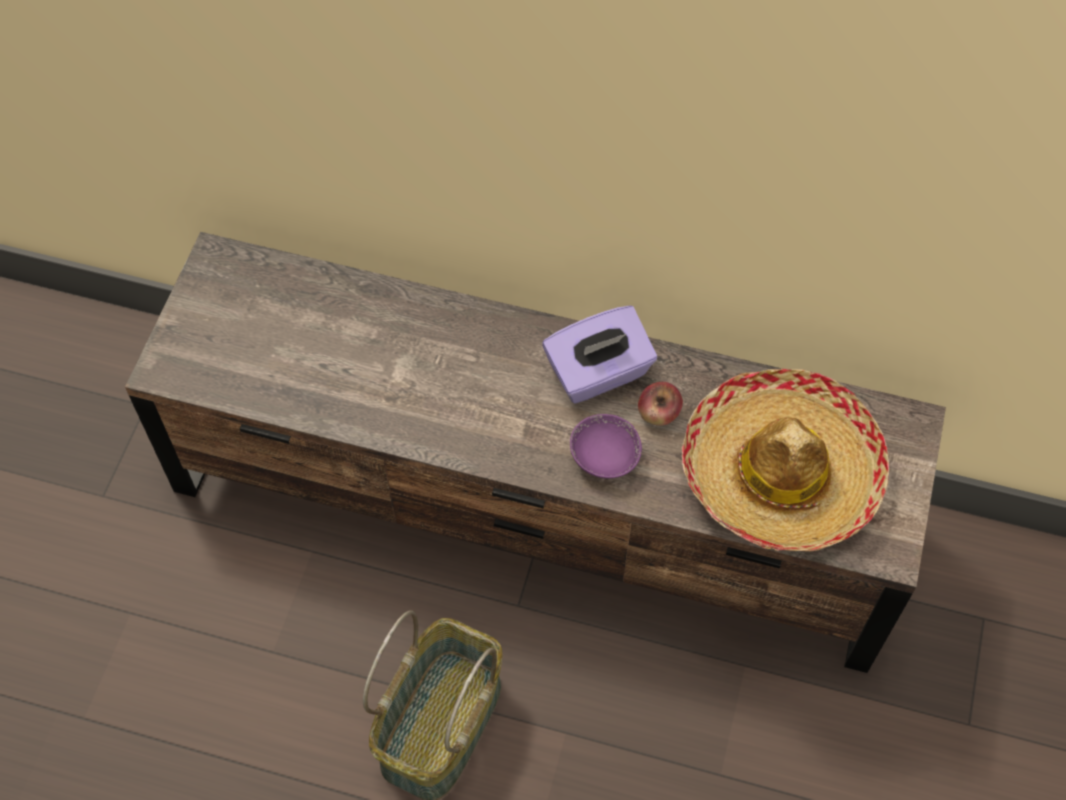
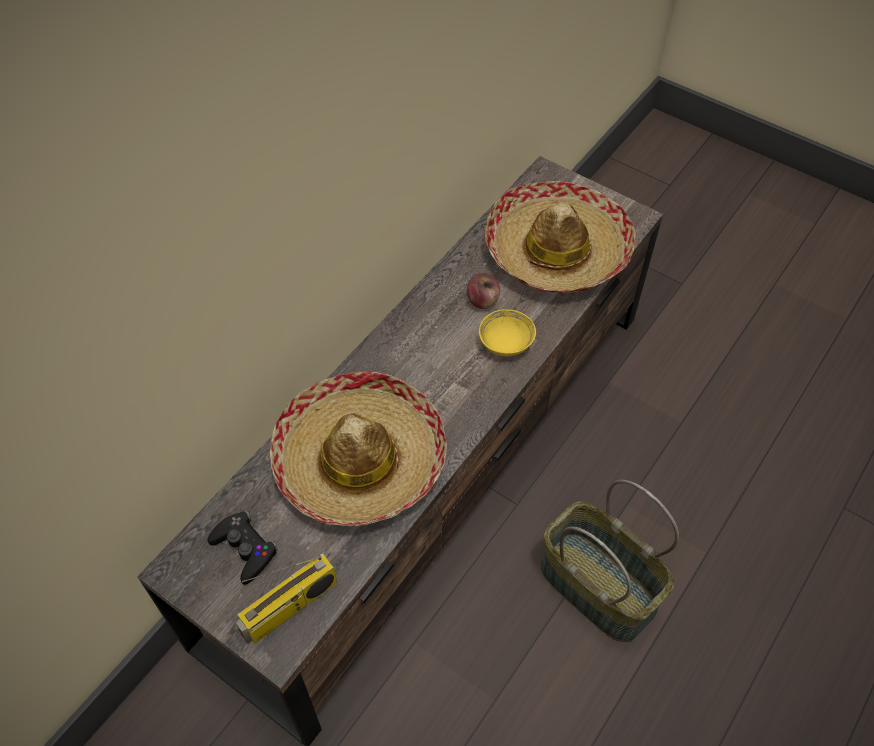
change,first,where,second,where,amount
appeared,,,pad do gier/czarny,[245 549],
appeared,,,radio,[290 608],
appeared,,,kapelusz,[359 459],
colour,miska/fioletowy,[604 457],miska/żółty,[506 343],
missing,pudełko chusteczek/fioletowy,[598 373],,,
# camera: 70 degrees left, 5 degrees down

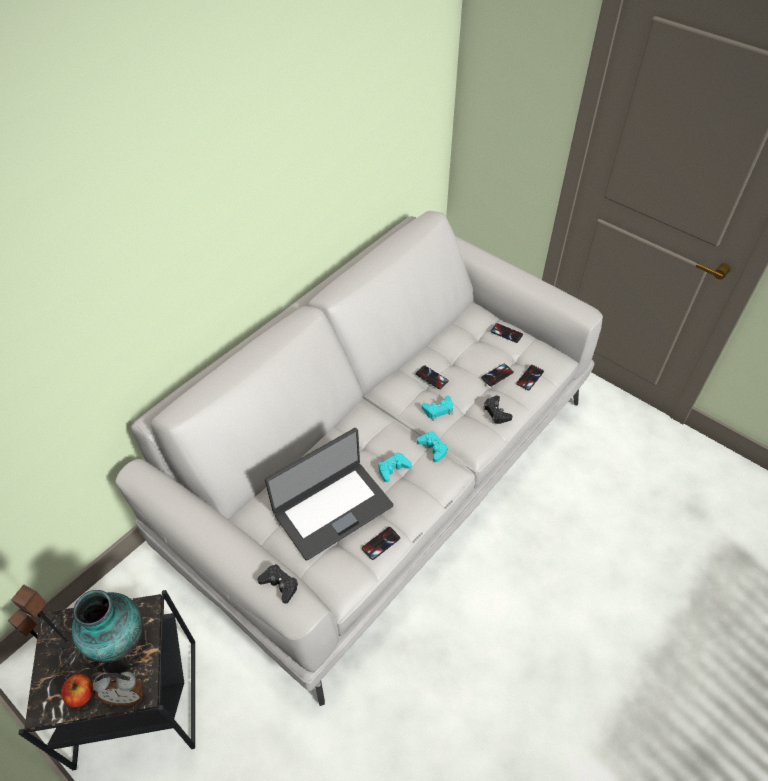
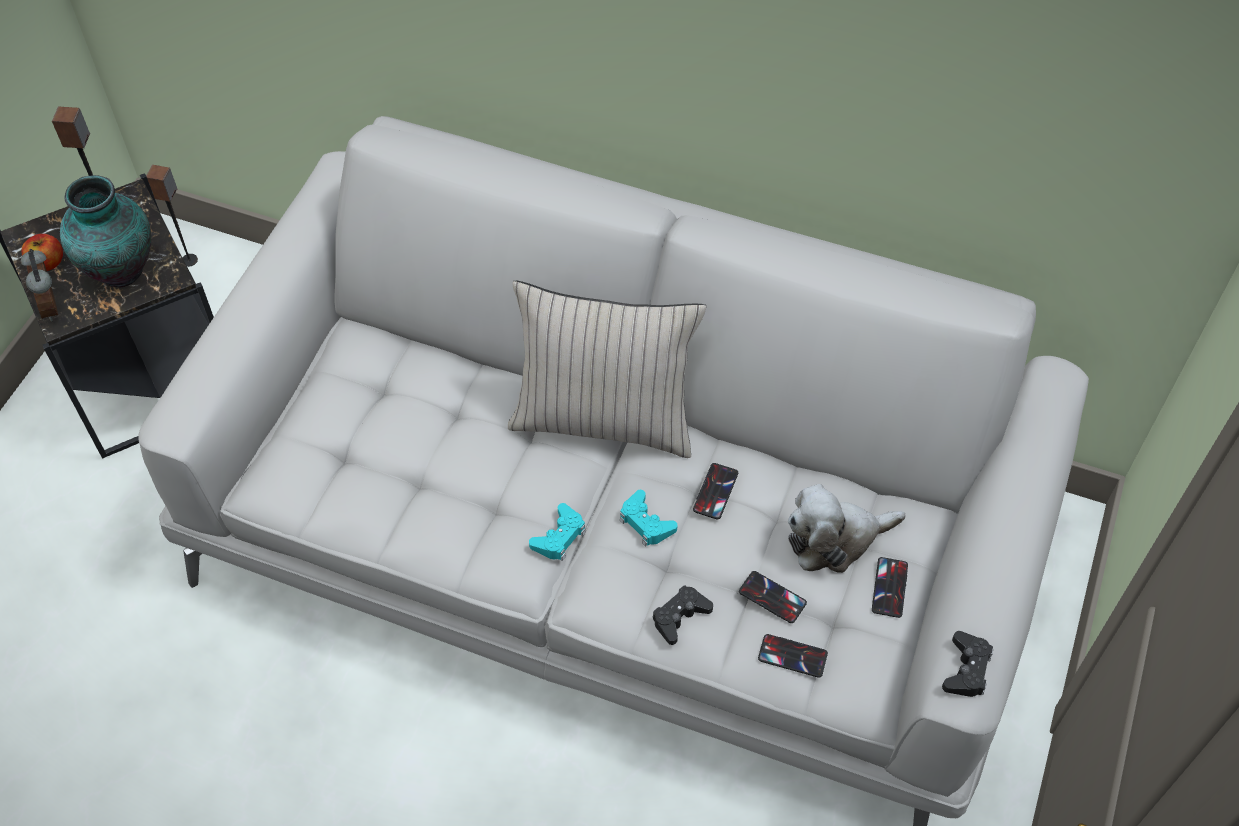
change,first,where,second,where,amount
appeared,,,poduszka/beżowy,[604 419],
appeared,,,pluszak,[835 539],
relocated,pad do gier/czarny,[280 585],,[966 669],
missing,laptop,[332 508],,,
missing,telefon,[381 543],,,
missing,pad do gier/turkusowy,[393 469],,,
# camera: 70 degrees right, 5 degrees up

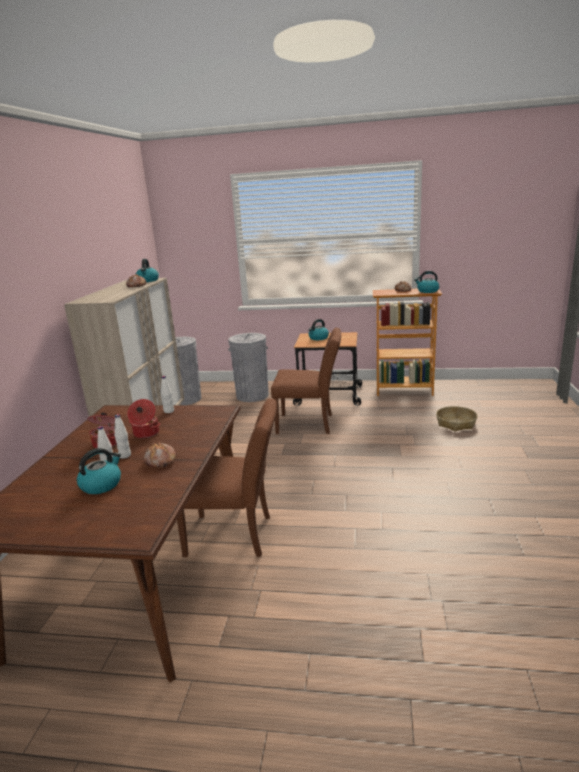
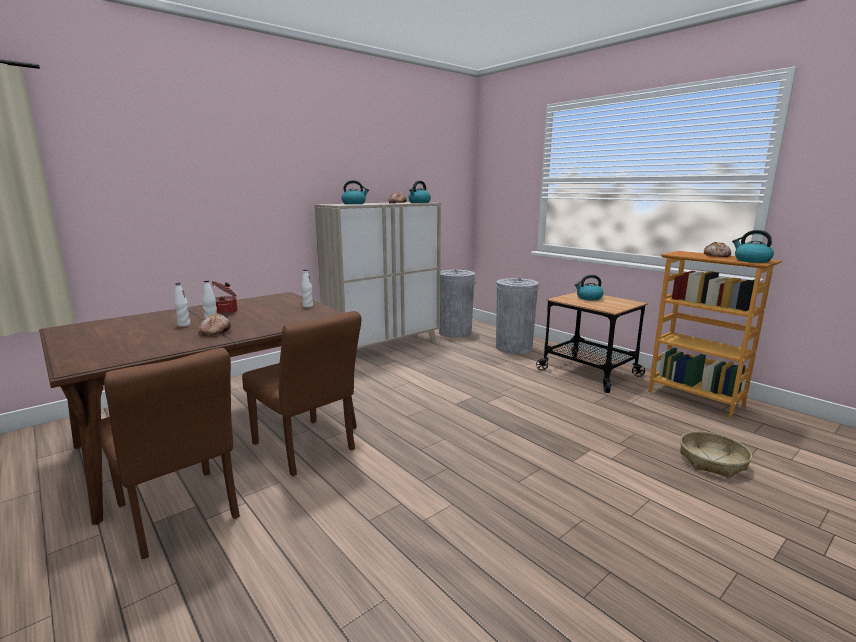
change,first,where,second,where,amount
relocated,krzesło/brązowy,[310 424],,[181 516],
relocated,czajnik,[101 485],,[354 204],
missing,garnek,[146 434],,,
# camera: 40 degrees right, 5 degrees down

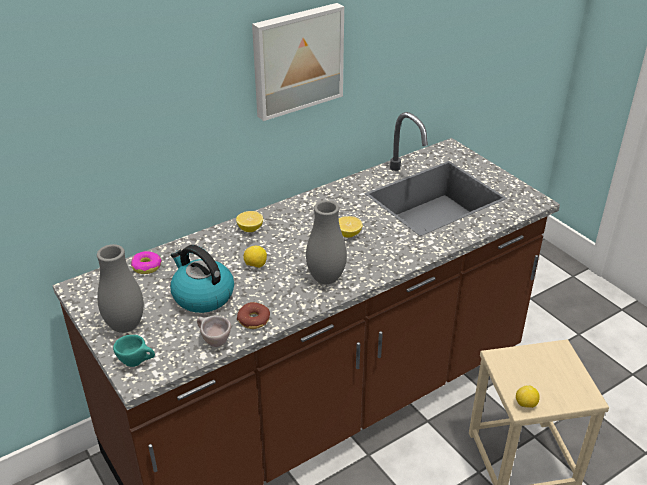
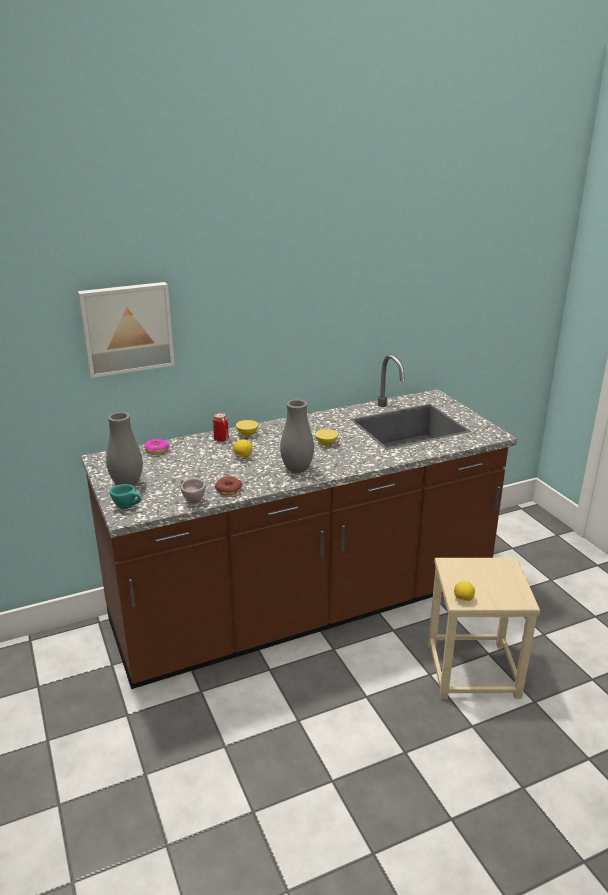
change,first,where,second,where,amount
relocated,obraz,[296 60],,[127 328],
appeared,,,puszka,[221 439],
missing,czajnik,[202 296],,,
# camera: 10 degrees right, 10 degrees down

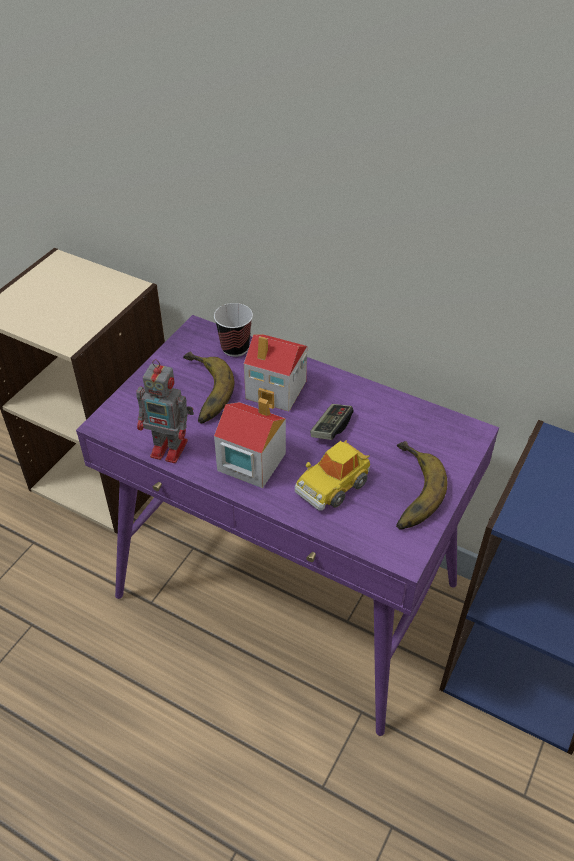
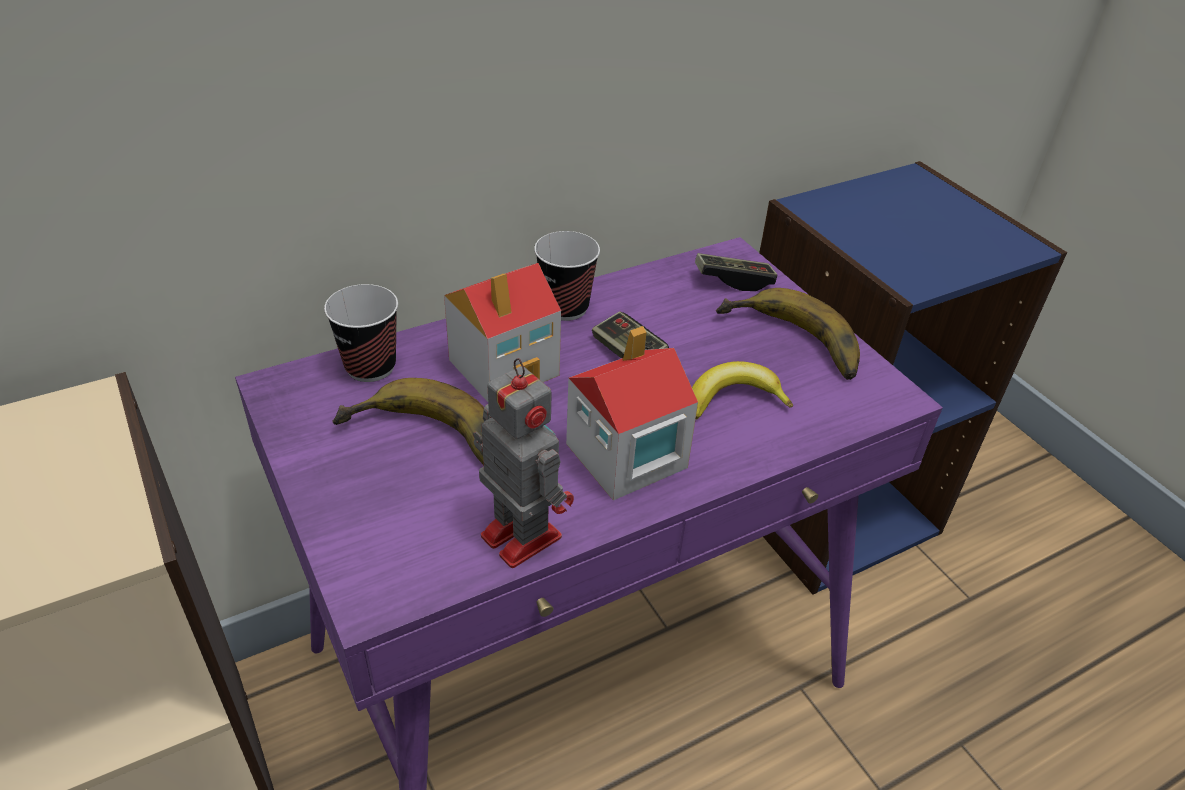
change,first,where,second,where,amount
spun,robot zabawkowy,[171 449],,[518 534],90 degrees counterclockwise
appeared,,,filiżanka,[565 307],
exchanged,samochodzik,[333 485],banan,[733 399],
appeared,,,pad do gier,[733 280],
# camera: 60 degrees left, 5 degrees down

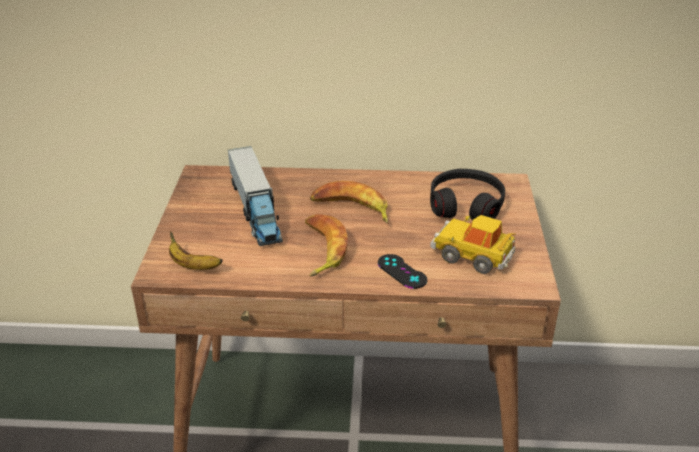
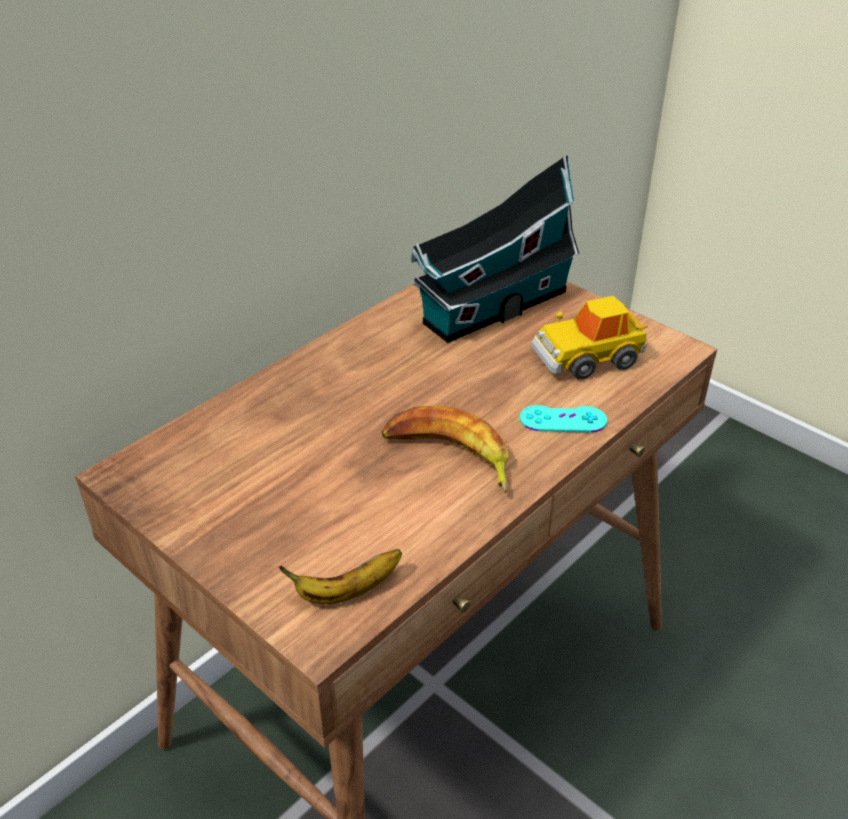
change,first,where,second,where,amount
exchanged,słuchawki/czarny,[466 205],domek,[491 309],
colour,pad do gier/czarny,[402 271],pad do gier/turkusowy,[563 419],
missing,ciężarówka zabawkowa,[255 210],,,
missing,banan,[351 209],,,
# camera: 50 degrees left, 5 degrees up

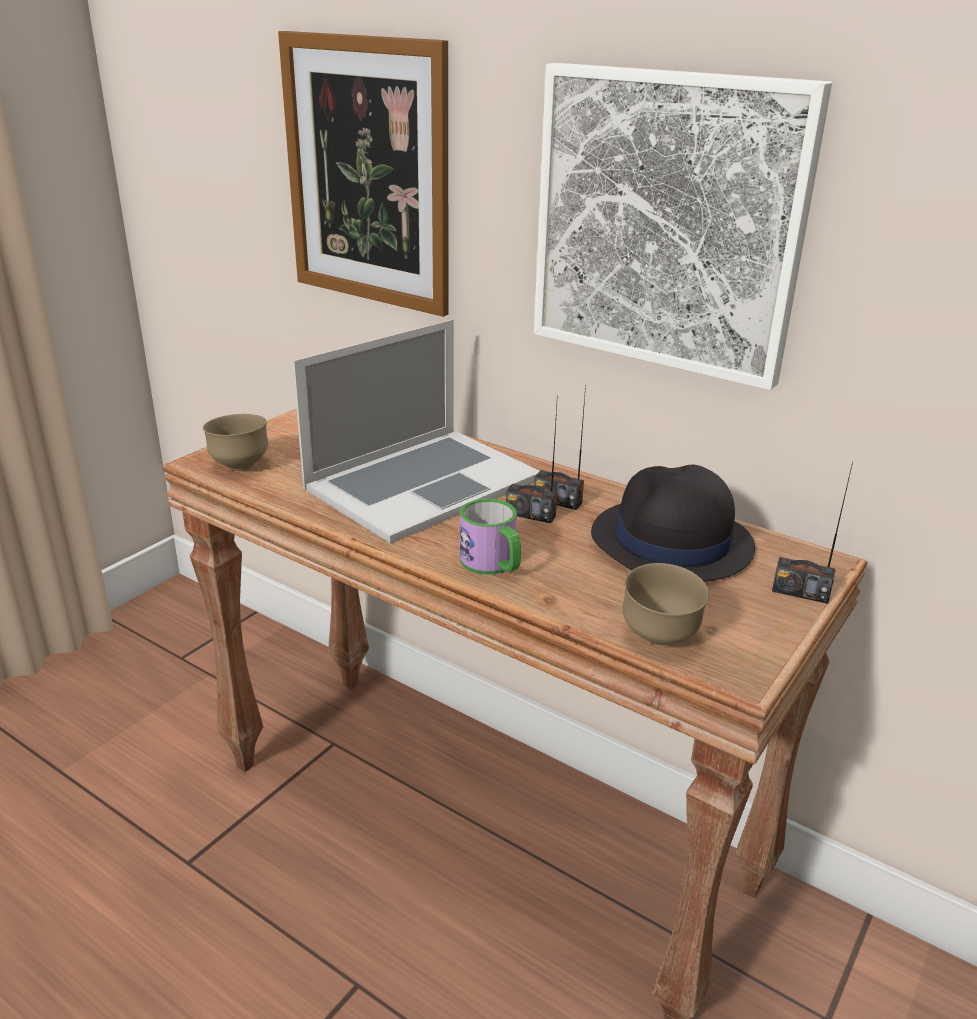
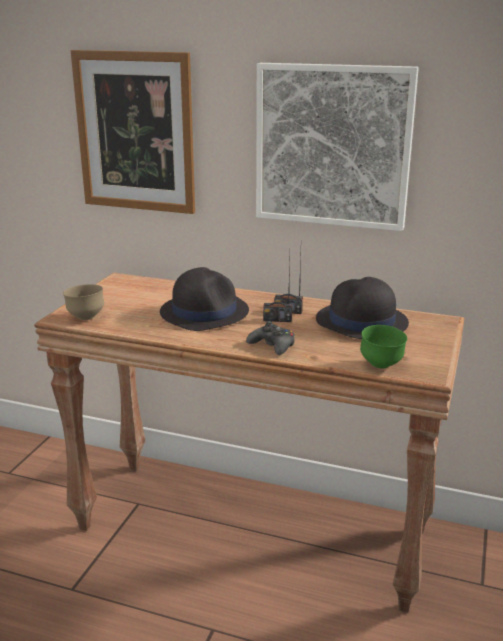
change,first,where,second,where,amount
exchanged,laptop,[422 483],kapelusz/czarny,[204 312],
exchanged,kubek,[493 564],pad do gier/czarny,[272 345],
colour,miska/brązowy,[659 638],miska/zielony,[381 365],
missing,radio,[800 592],,,
# camera: 15 degrees left, 5 degrees down

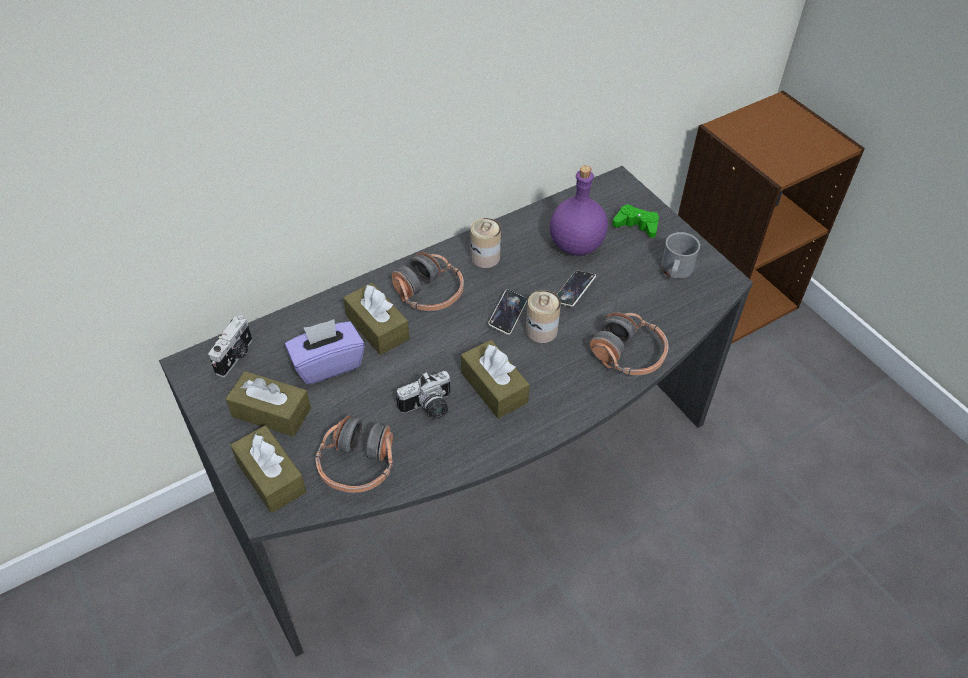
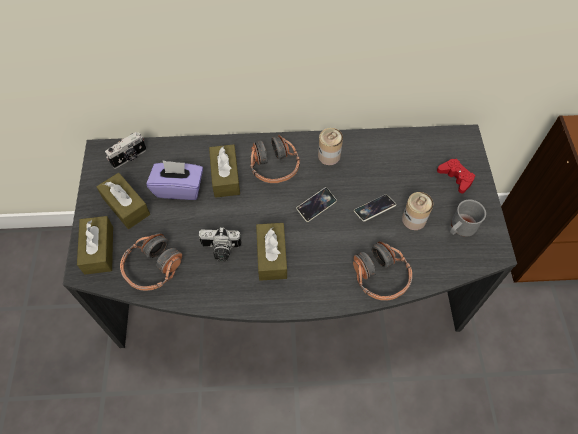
change,first,where,second,where,amount
relocated,puszka,[541 330],,[414 219],
colour,pad do gier/zielony,[636 225],pad do gier/czerwony,[455 177],
missing,butelka/fioletowy,[575 245],,,
# camera: 30 degrees right, 10 degrees up

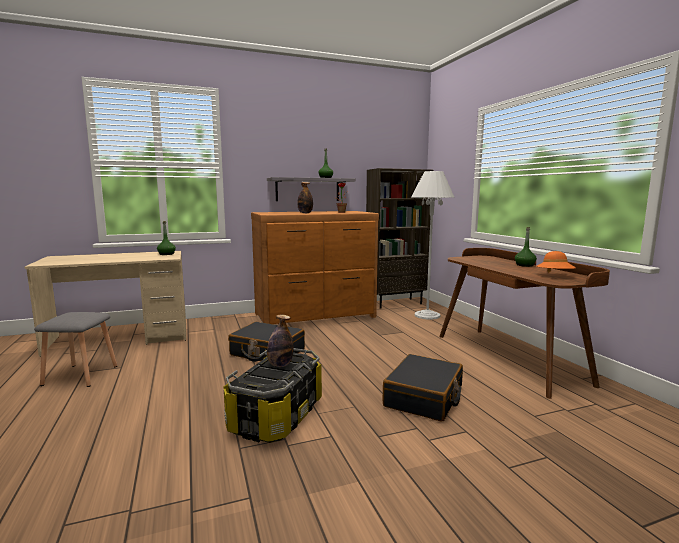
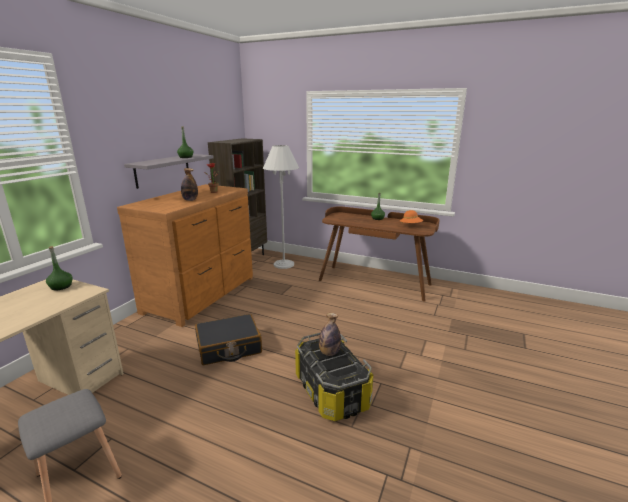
change,first,where,second,where,amount
missing,walizka/czarny,[424 398],,,
# camera: 45 degrees left, 10 degrees up

